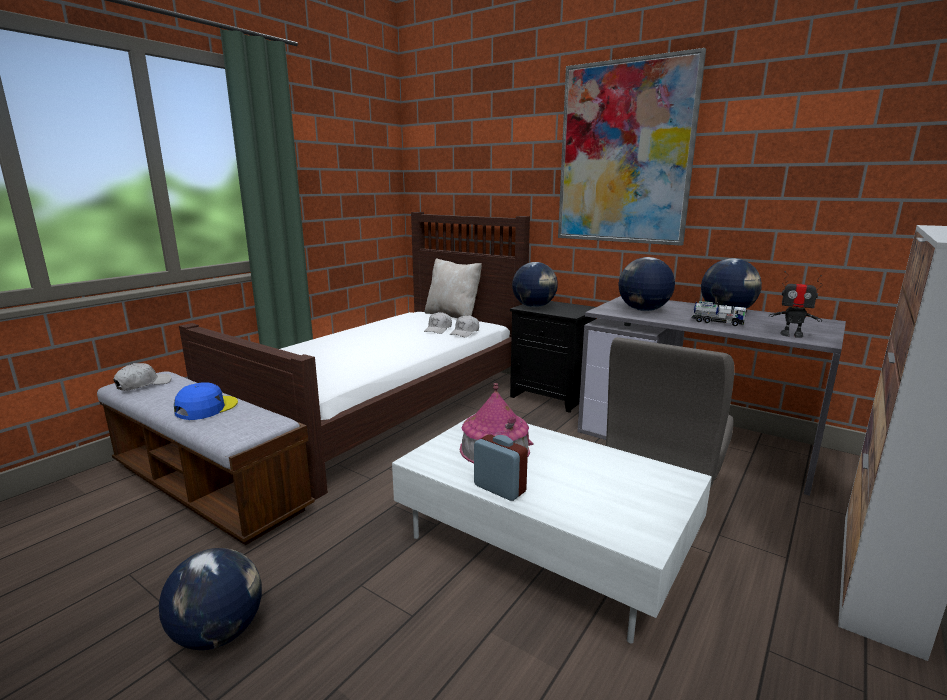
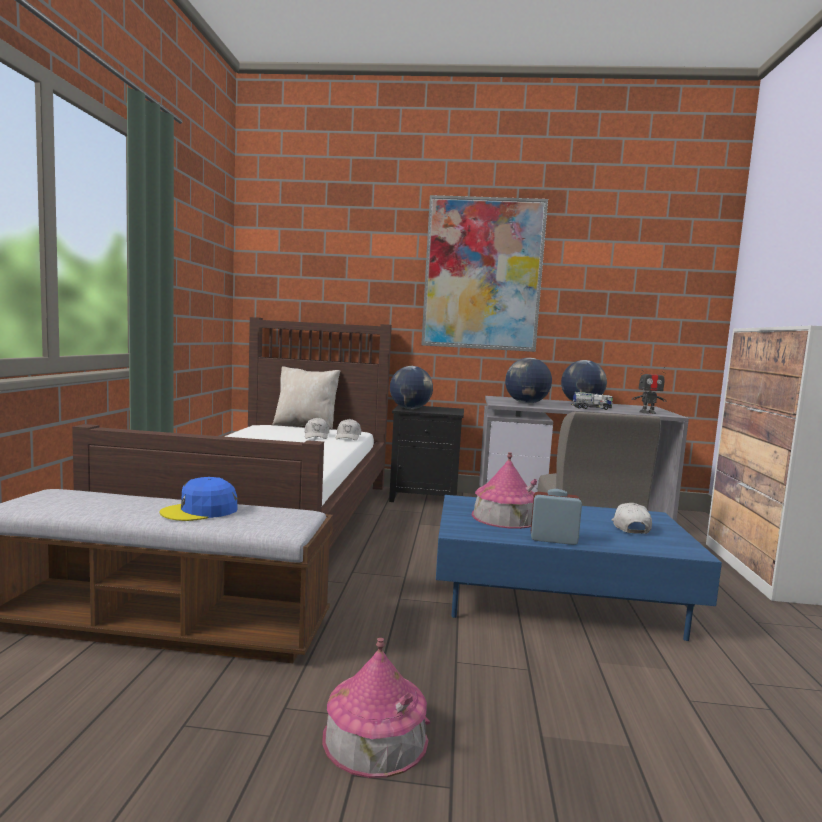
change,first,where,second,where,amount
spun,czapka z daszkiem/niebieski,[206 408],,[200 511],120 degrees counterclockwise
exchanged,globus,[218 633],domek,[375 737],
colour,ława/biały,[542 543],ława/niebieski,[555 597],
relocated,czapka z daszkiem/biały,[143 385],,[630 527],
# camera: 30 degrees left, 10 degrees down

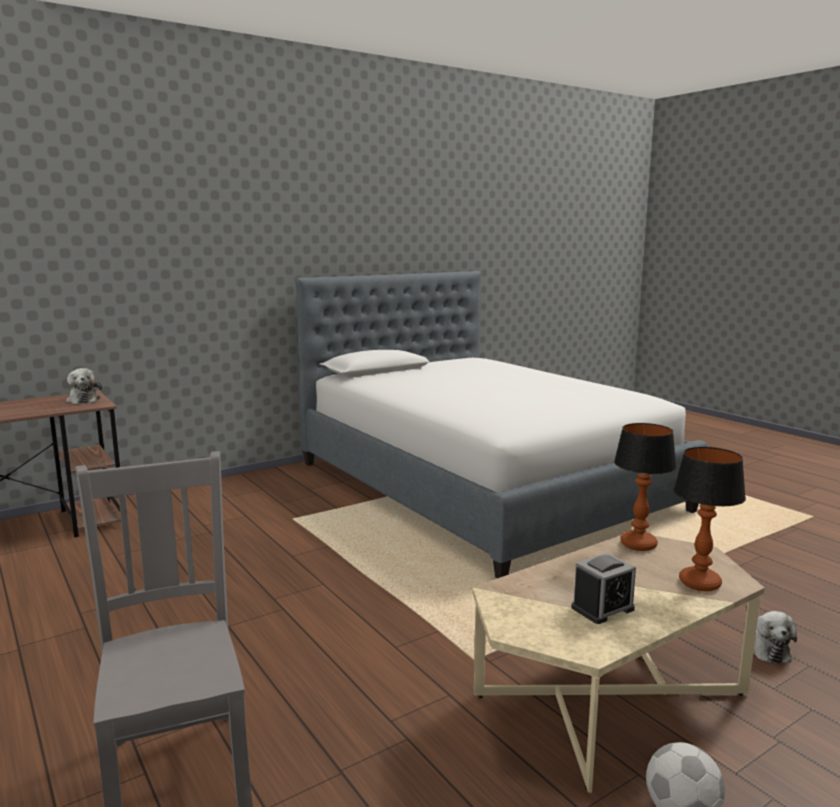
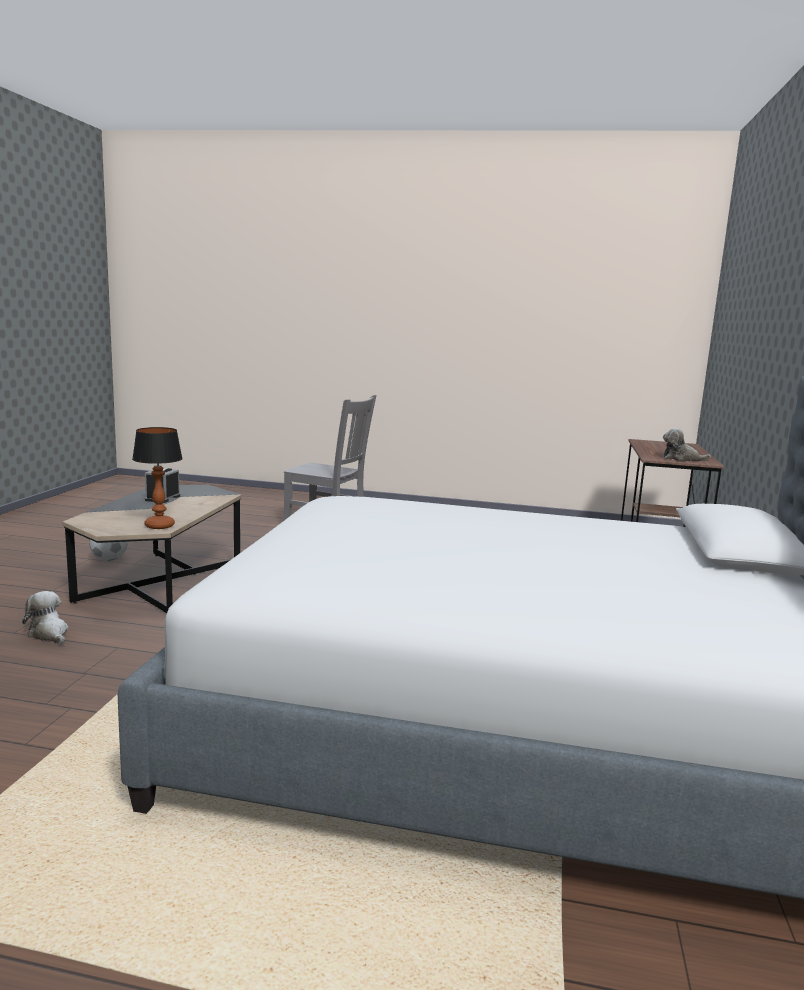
change,first,where,second,where,amount
colour,ława/beżowy,[609 695],ława/czarny,[163 582],
missing,lampa stołowa,[700 583],,,
# camera: 135 degrees right, 0 degrees up

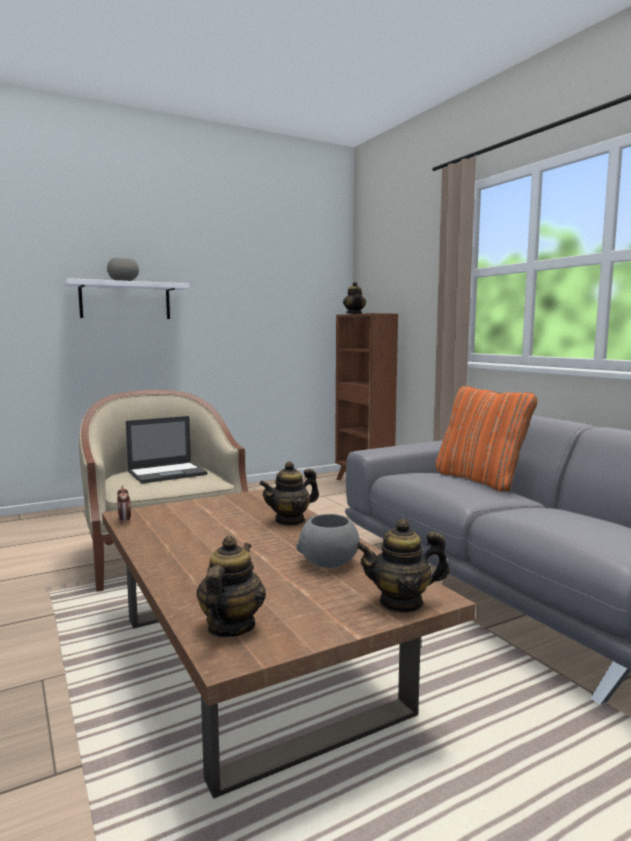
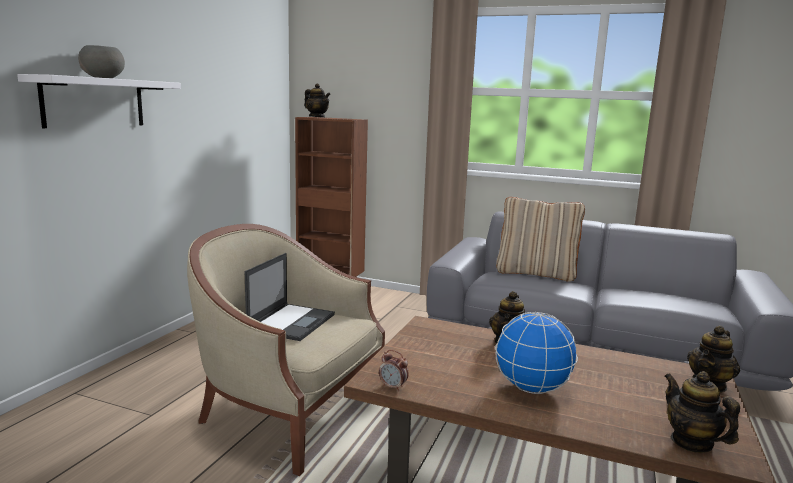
change,first,where,second,where,amount
appeared,,,globus,[532 389],
colour,poduszka/pomarańczowy,[480 480],poduszka/beżowy,[536 274],
missing,miska/szary,[329 563],,,
# camera: 40 degrees left, 5 degrees up

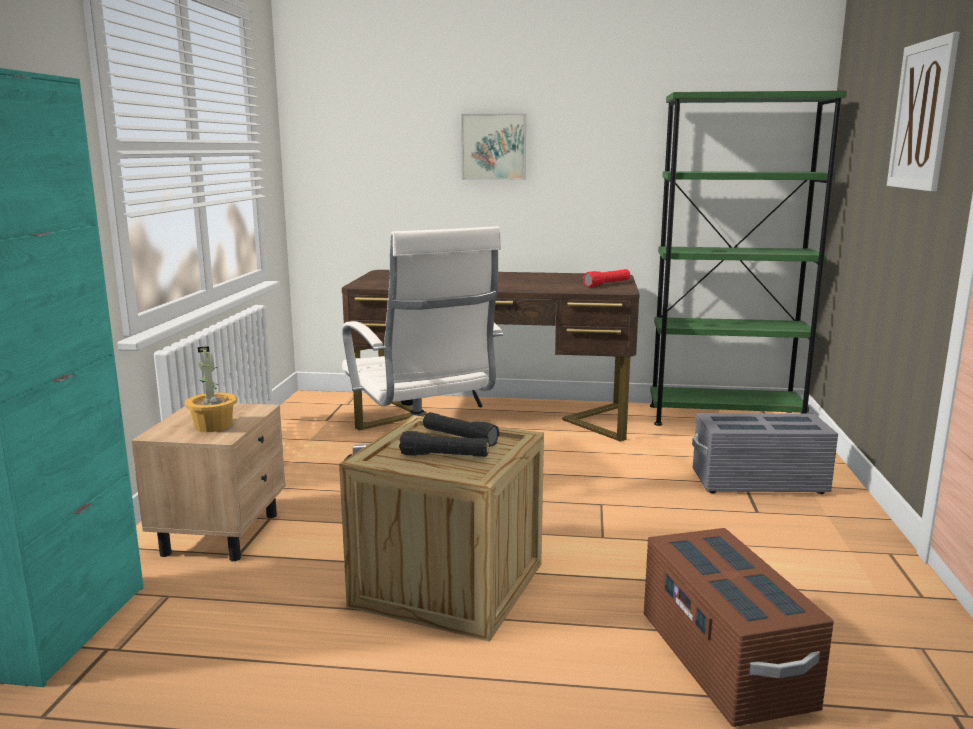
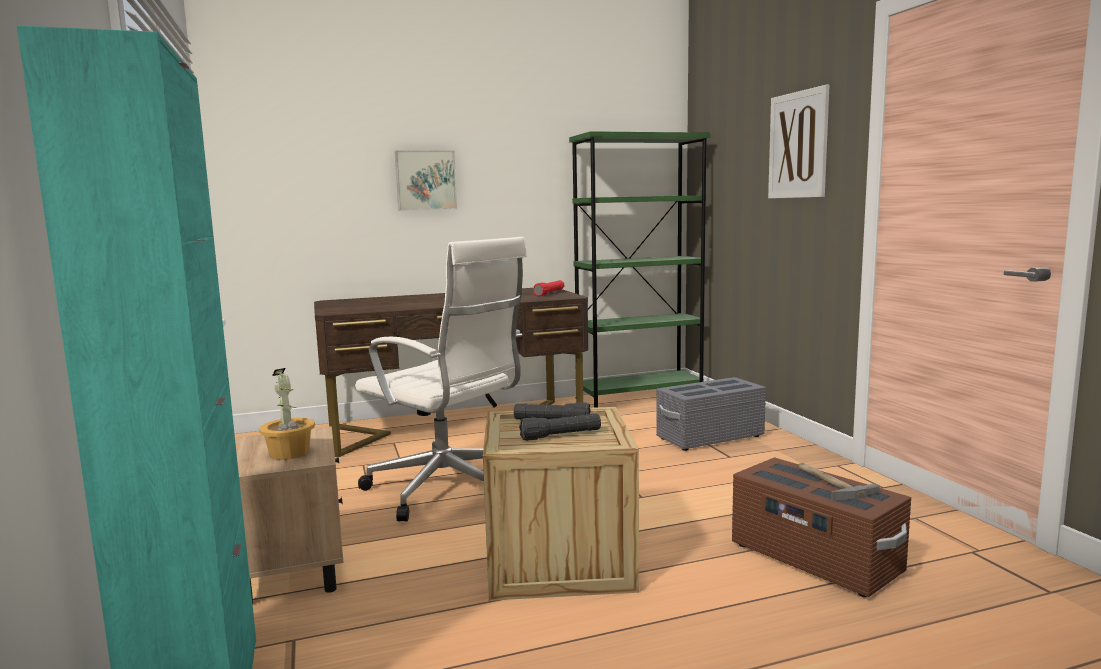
change,first,where,second,where,amount
appeared,,,młotek,[827 483],
# camera: 25 degrees left, 5 degrees down

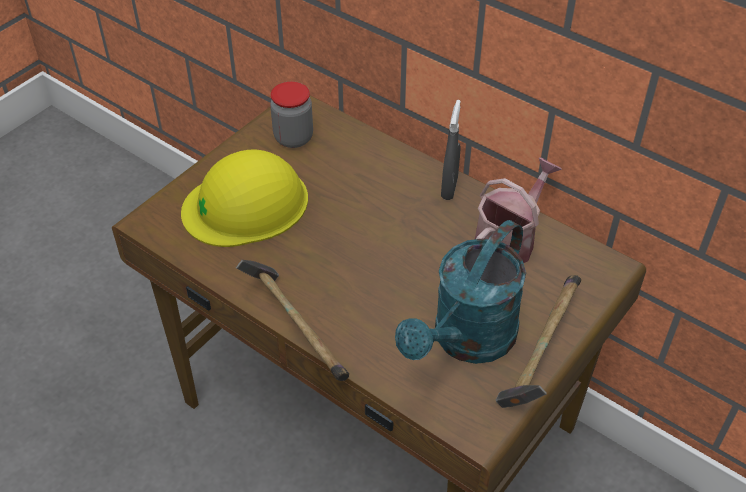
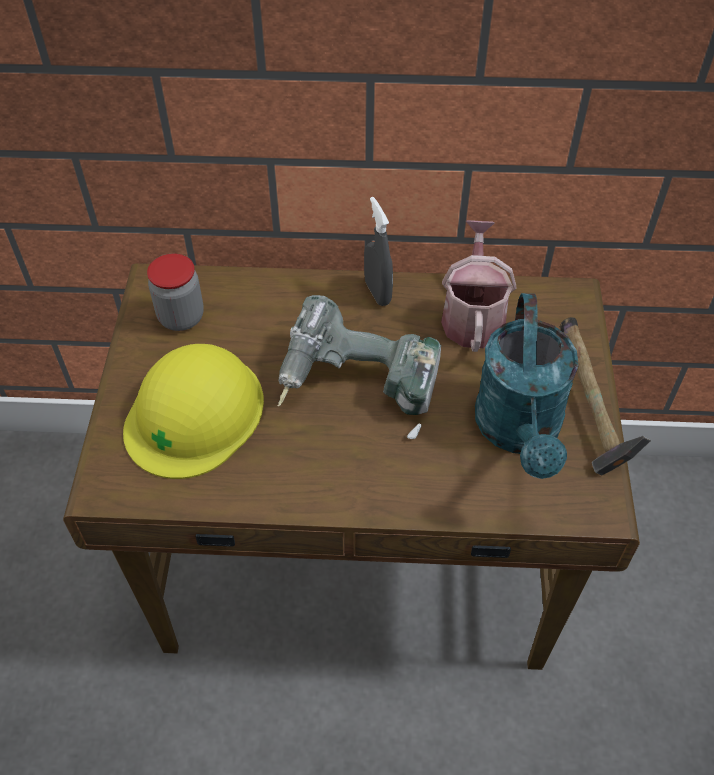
change,first,where,second,where,amount
appeared,,,wiertarka,[358 389],
missing,młotek,[296 328],,,
# camera: 35 degrees left, 5 degrees up

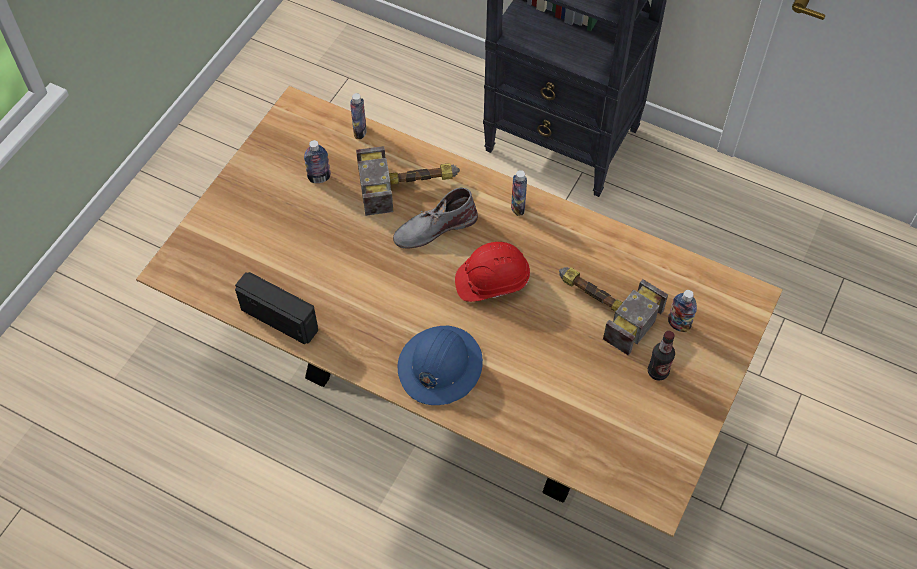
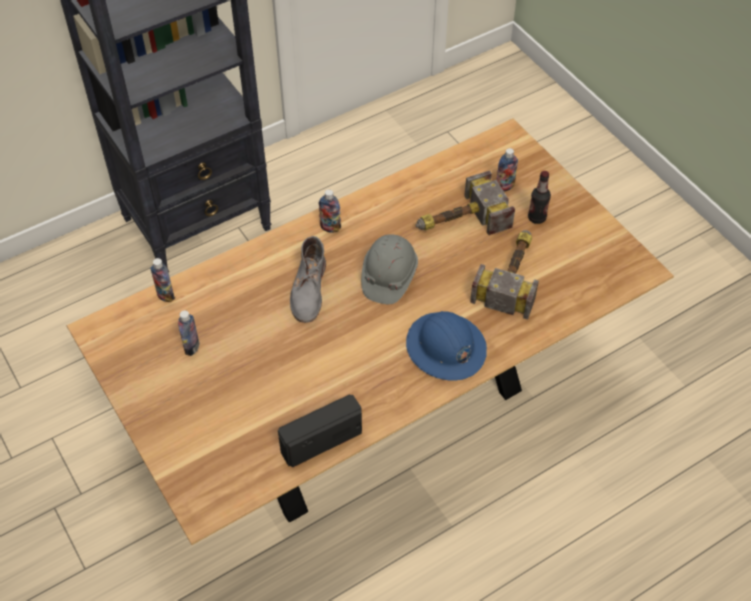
change,first,where,second,where,amount
colour,kask/czerwony,[492 281],kask/szary,[388 277],
relocated,młotek,[410 185],,[512 274],
# camera: 60 degrees left, 5 degrees down

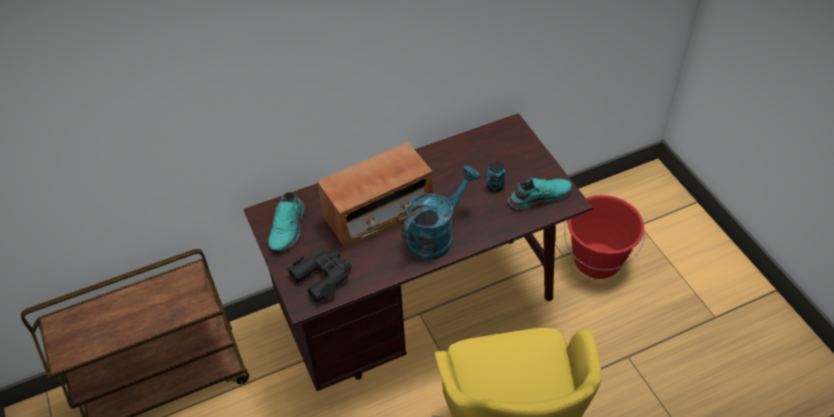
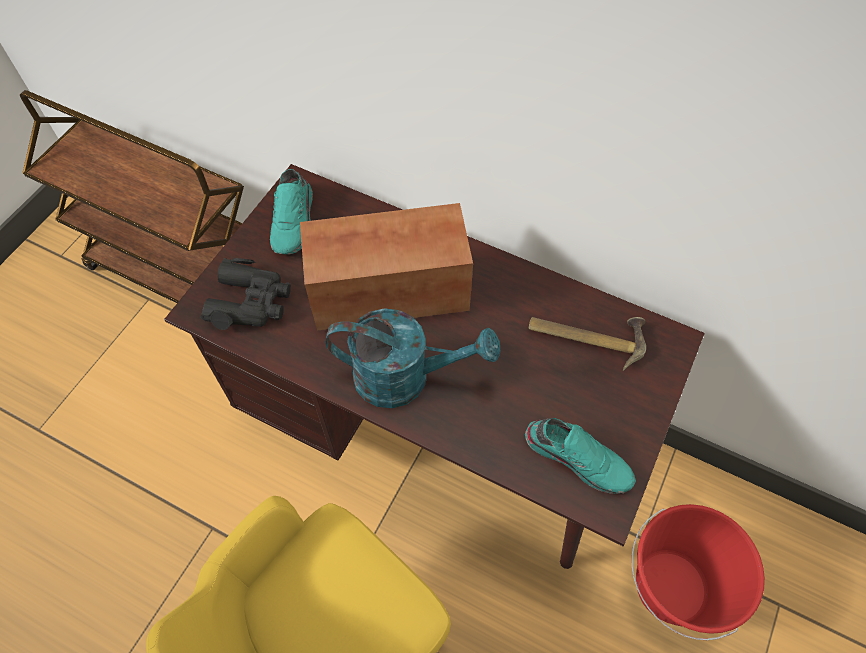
change,first,where,second,where,amount
spun,but/turkusowy,[288 228],,[295 222],60 degrees counterclockwise
spun,radio,[378 213],,[389 292],150 degrees clockwise
appeared,,,młotek,[586 336],
missing,puszka,[495 186],,,
# camera: 50 degrees right, 10 degrees up

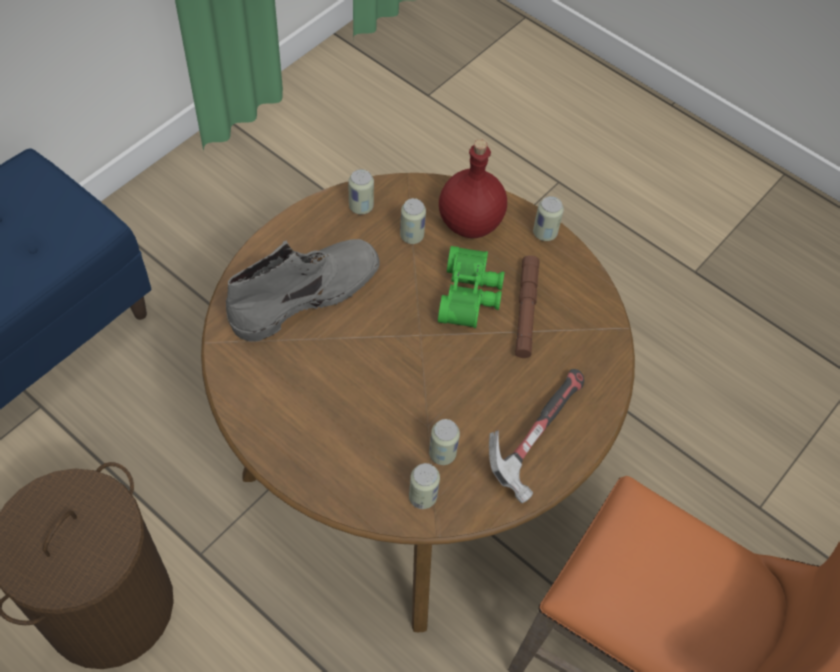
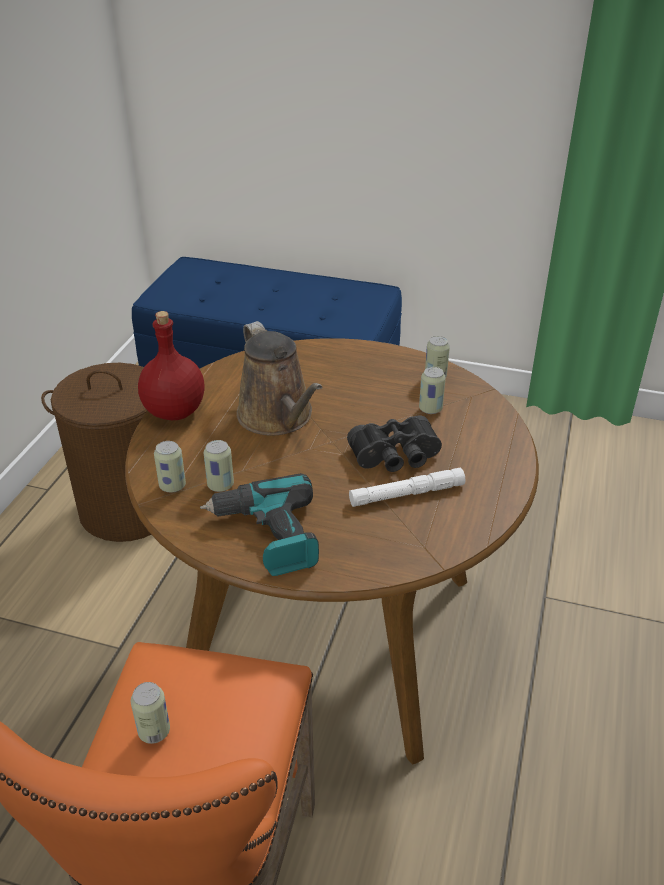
change,first,where,second,where,amount
relocated,puszka,[544 233],,[154 731],
relocated,butelka/czerwony,[469 222],,[175 411],
exchanged,młotek,[534 438],wiertarka,[268 536],
appeared,,,konewka/brązowy,[278 417],
colour,lornetka/zielony,[471 295],lornetka/czarny,[396 457],
colour,latarka/brązowy,[526 310],latarka/biały,[407 494],
missing,but z cholewką/szary,[307 295],,,
# camera: 70 degrees right, 20 degrees down

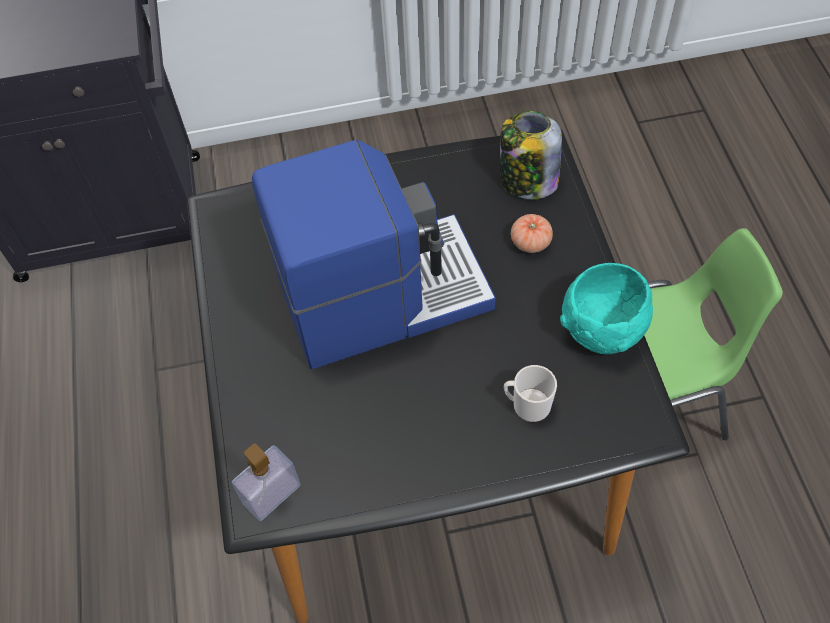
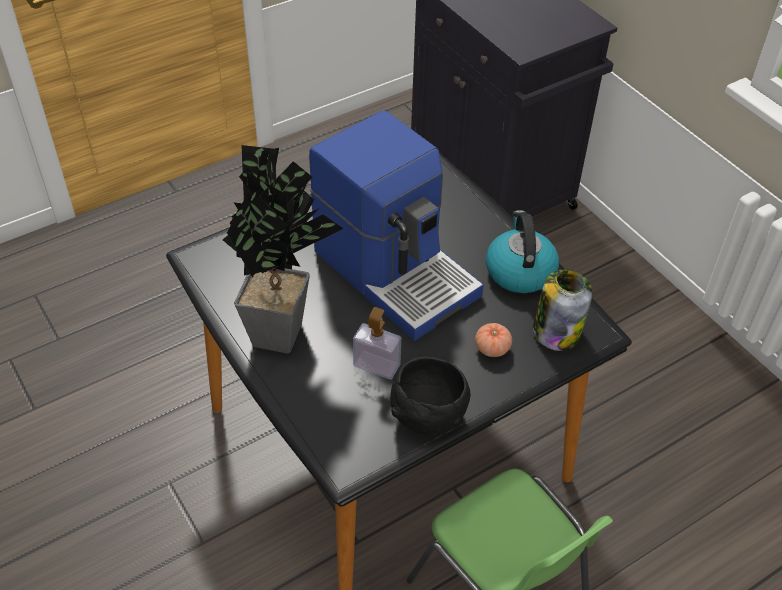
change,first,where,second,where,amount
appeared,,,roślina doniczkowa,[284 328],
relocated,dozownik mydła,[271 494],,[376 365],
colour,miska/turkusowy,[603 329],miska/czarny,[428 416],
appeared,,,czajnik,[519 271],
missing,kubek,[527 405],,,
# camera: 65 degrees right, 10 degrees down

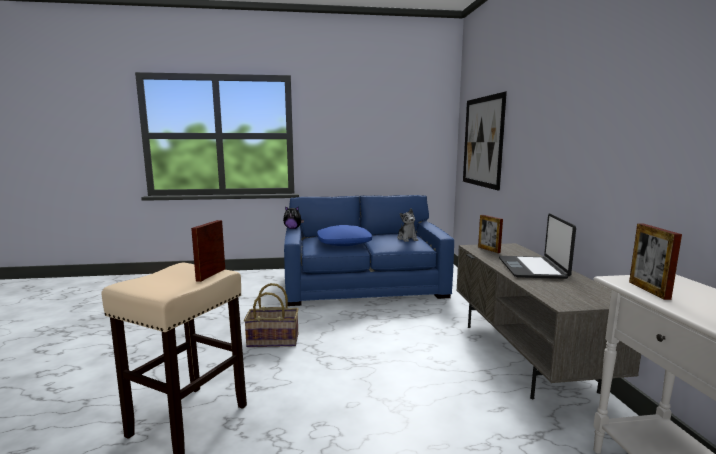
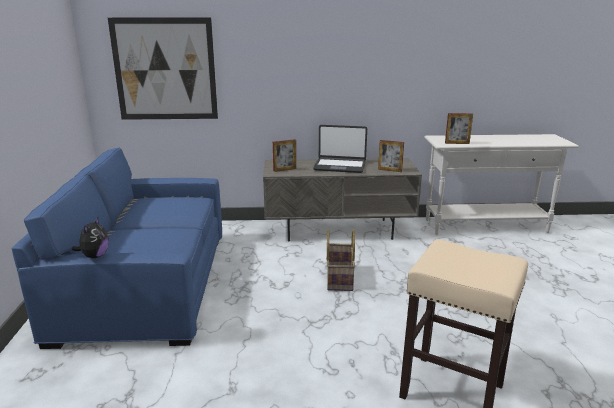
change,first,where,second,where,amount
relocated,koszyk,[273 340],,[339 278],
relocated,ramka na zdjęcie,[211 274],,[390 170],
missing,poduszka/niebieski,[344 243],,,
missing,pluszak,[407 239],,,
# camera: 85 degrees left, 10 degrees up

